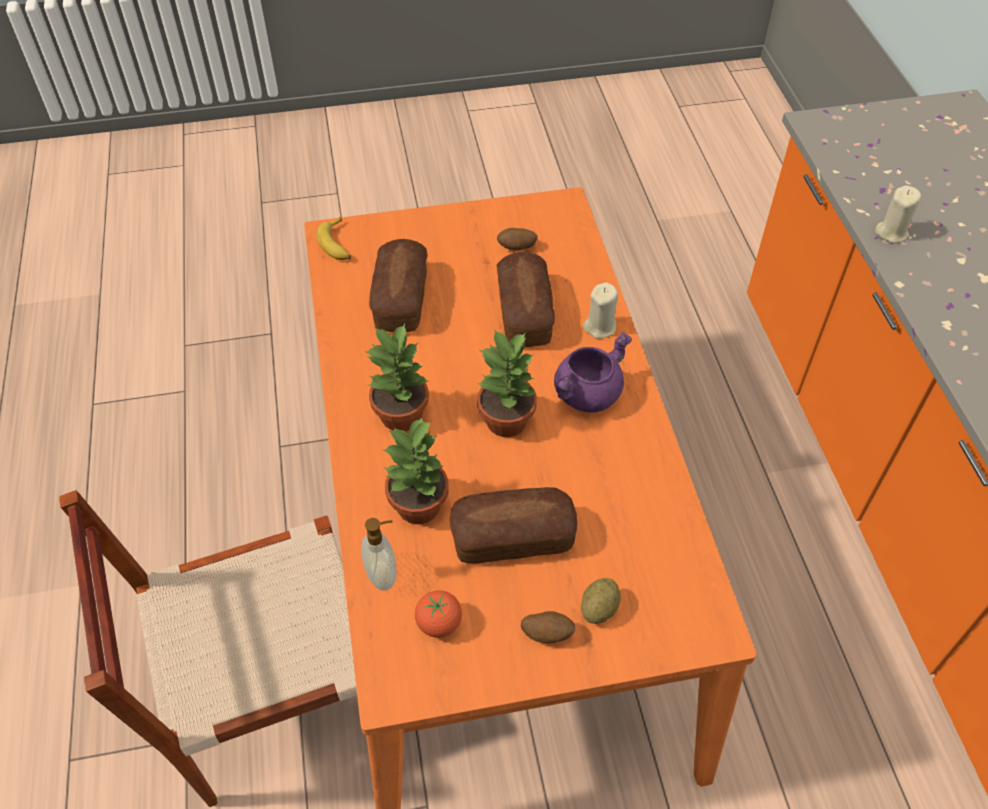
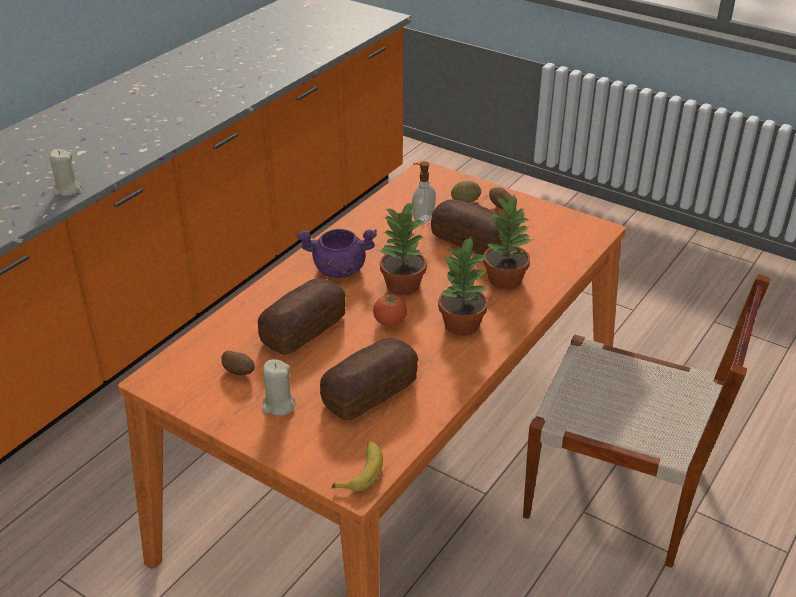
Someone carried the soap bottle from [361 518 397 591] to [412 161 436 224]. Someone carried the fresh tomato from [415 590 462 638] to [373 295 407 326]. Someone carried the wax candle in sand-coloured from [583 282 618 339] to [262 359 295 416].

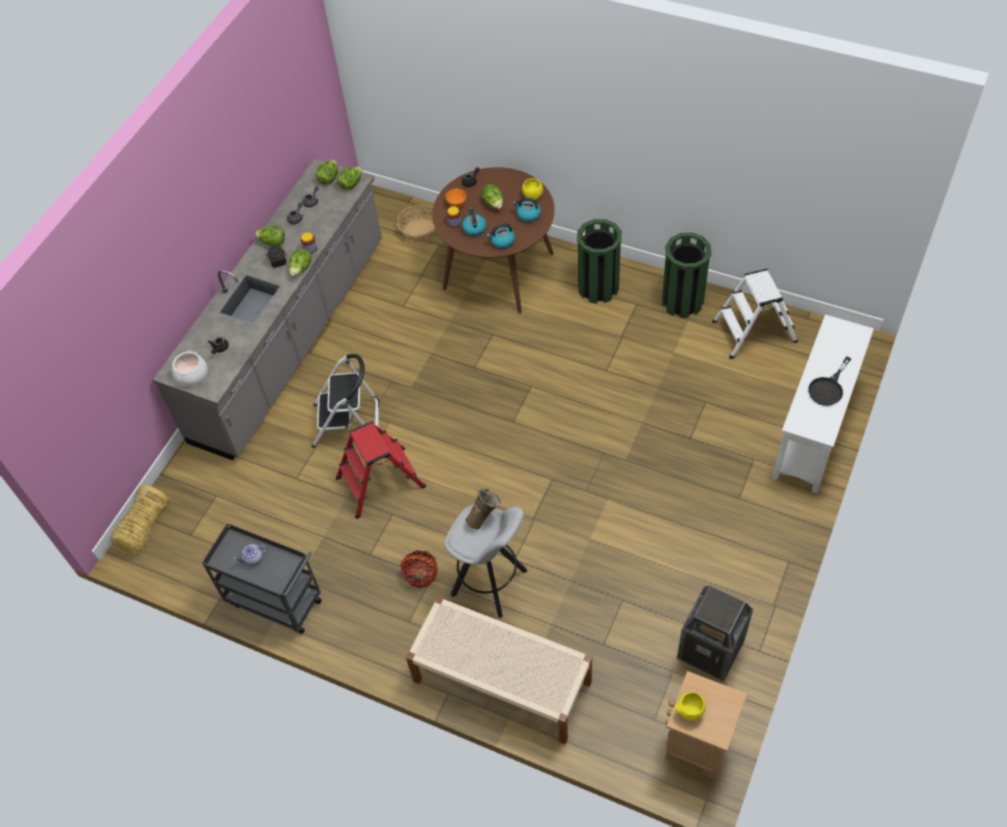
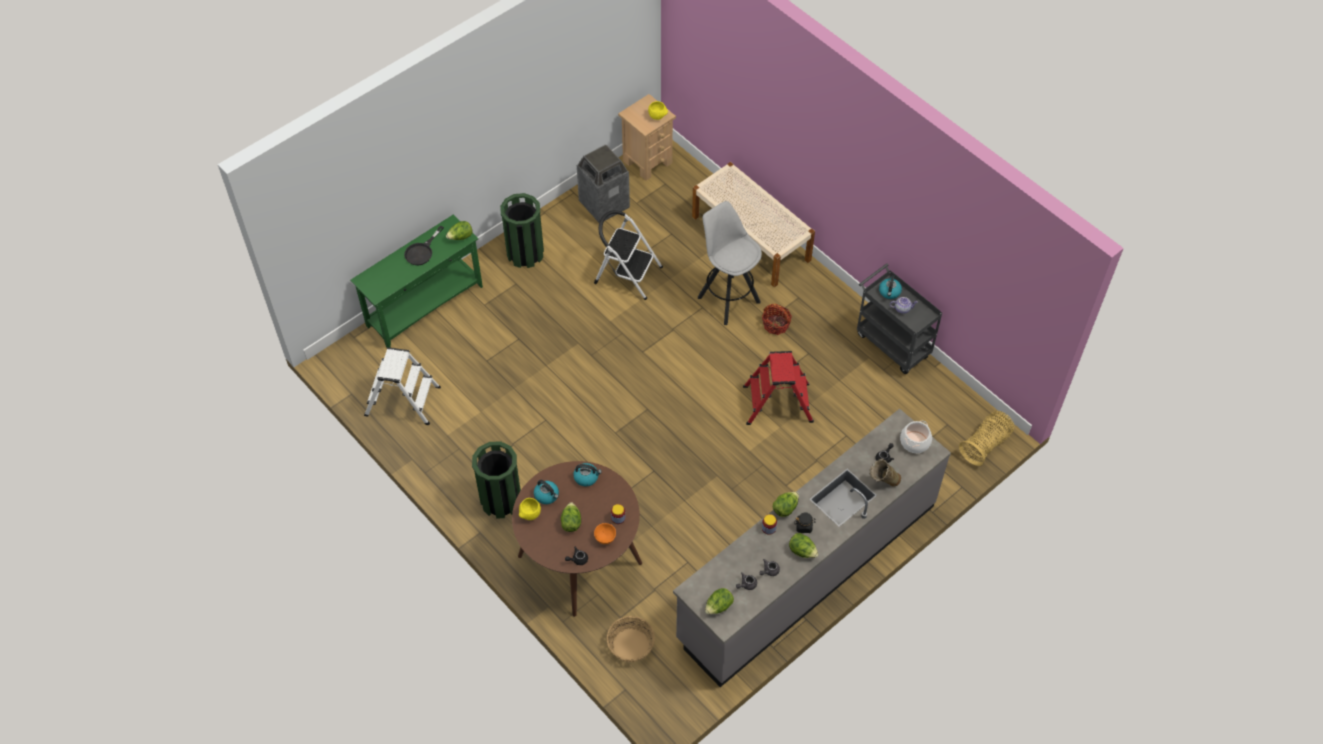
Someone carried the step ladder from [311 354 379 448] to [594 210 663 300]. Someone carried the lettuce from [337 167 362 190] to [446 221 472 240]. Someone carried the water kettle from [462 208 487 236] to [879 275 902 299]. Someone carried the decorative vase in sand-coloured from [465 488 501 529] to [869 458 901 487]. Someone carried the trash can in greenish from [662 233 712 318] to [500 193 544 268]. Someone repainted the hall table in white at [772 314 874 494], which became the hall table in greenish at [350 215 483 347]. Someone rotated the frying pan in black at [808 356 851 406] by 150 degrees clockwise.

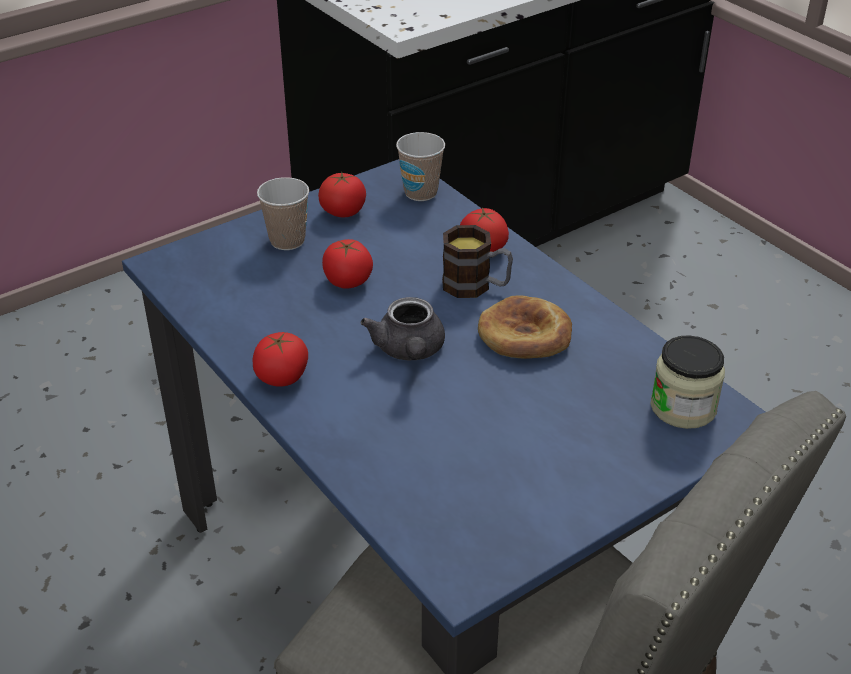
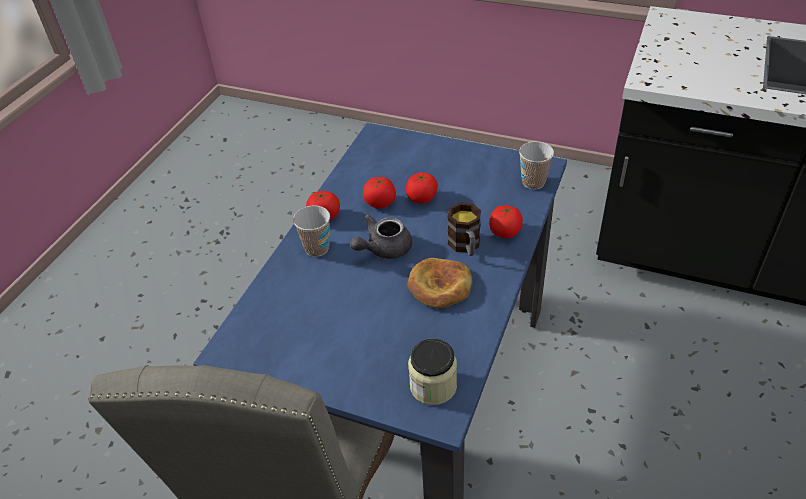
Someone carried the cup from [257 177 309 250] to [293 205 330 257]. Someone carried the fresh tomato from [318 172 366 217] to [363 177 396 208].

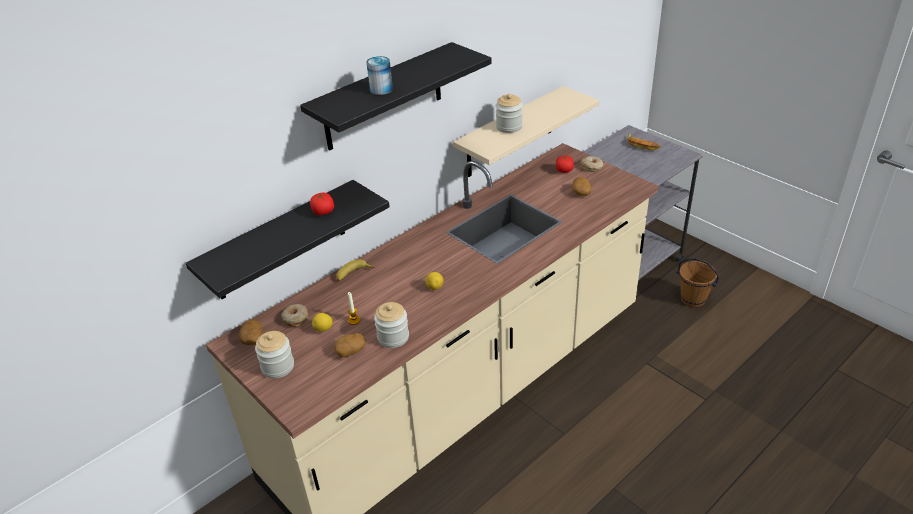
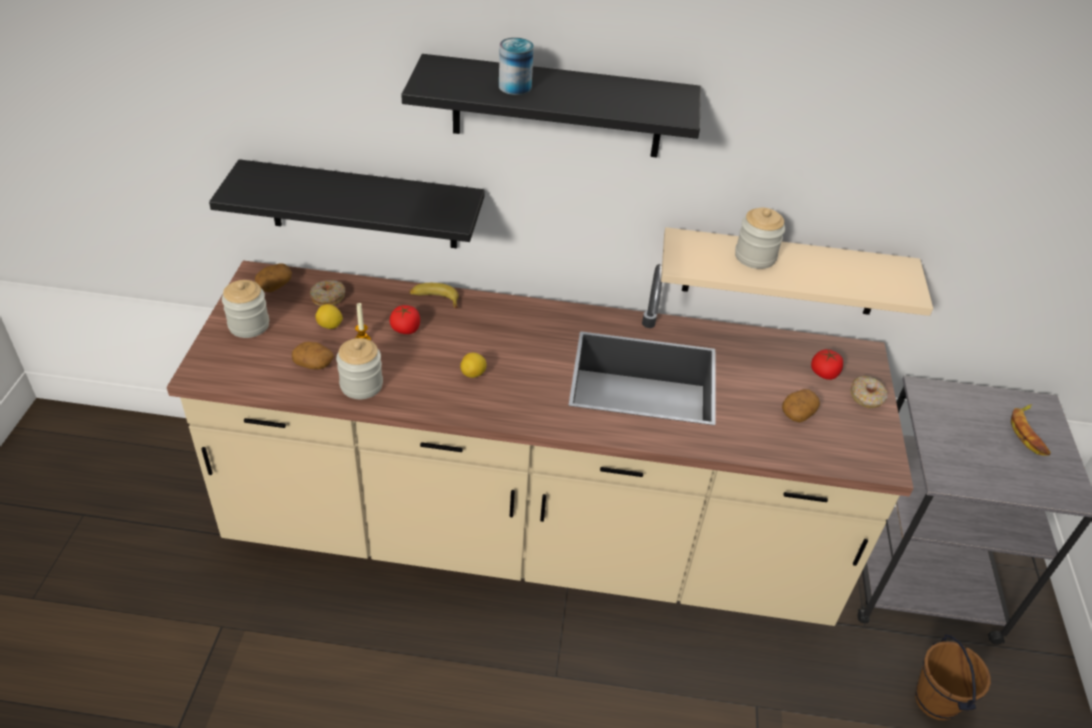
Someone carried the fresh tomato from [310 193 334 215] to [390 305 420 334].

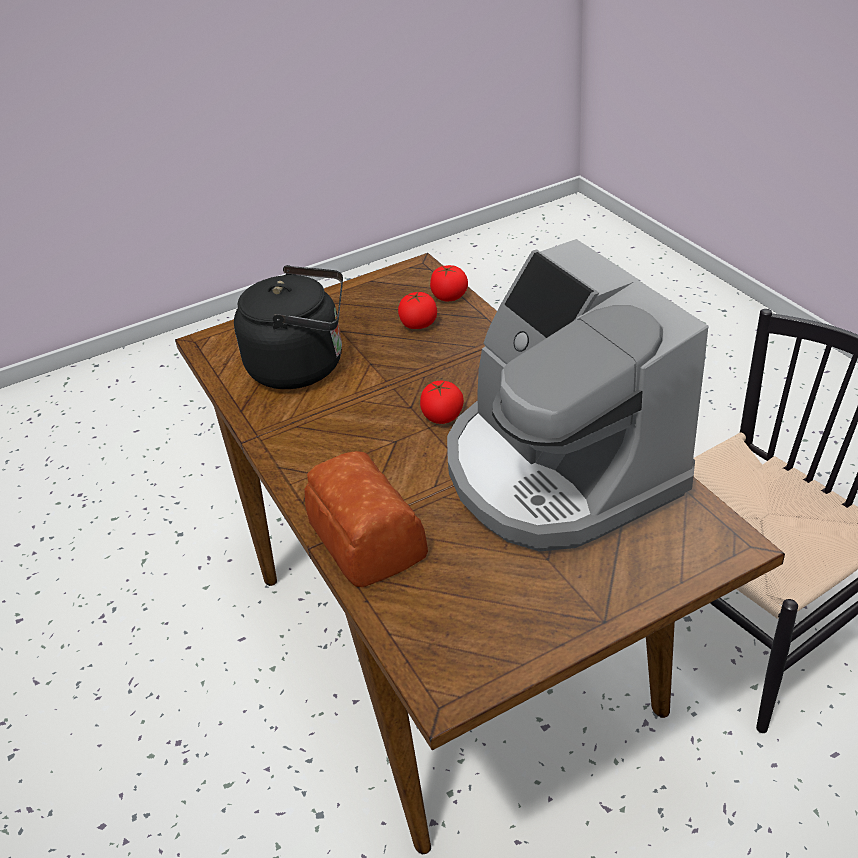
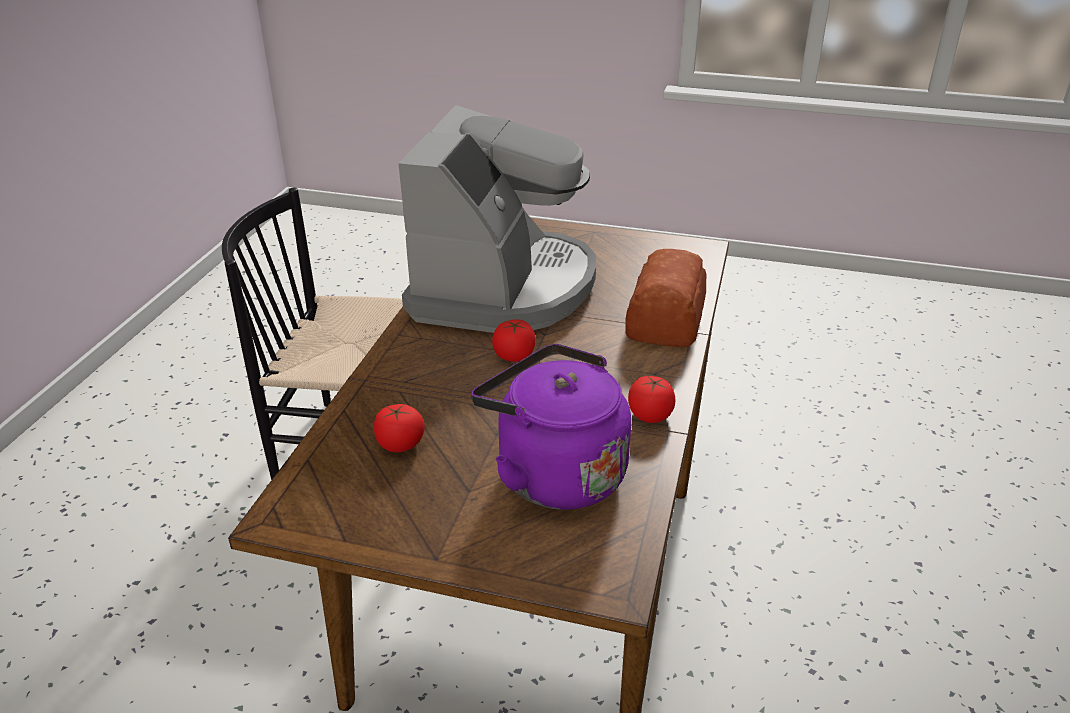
Someone carried the fresh tomato from [430 265 468 301] to [628 376 676 423]. Someone repainted the water kettle in black at [234 265 343 389], which became the water kettle in purple at [471 344 631 510].

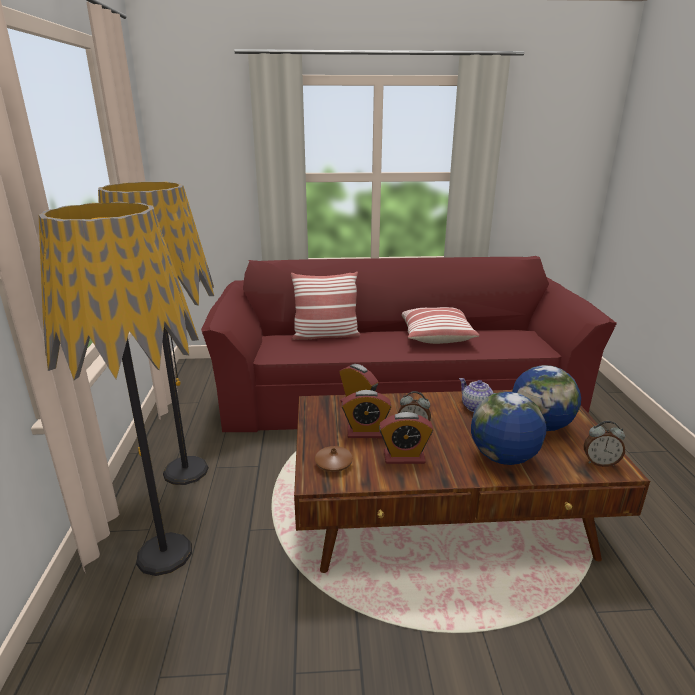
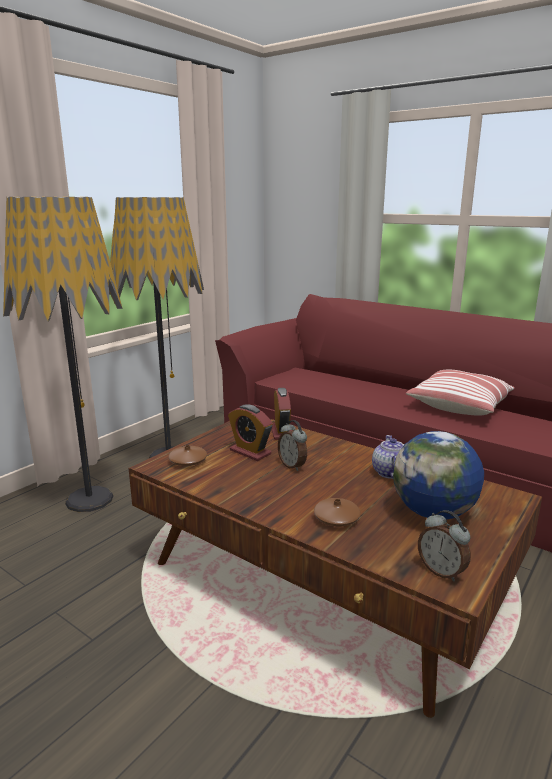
Someone took away the throw pillow at [291 272 360 340]. Someone took away the bedside clock at [379 412 433 464]. Someone swapped the globe at [471 392 546 465] for the decorative vase in brown-coloured at [314 498 361 527].

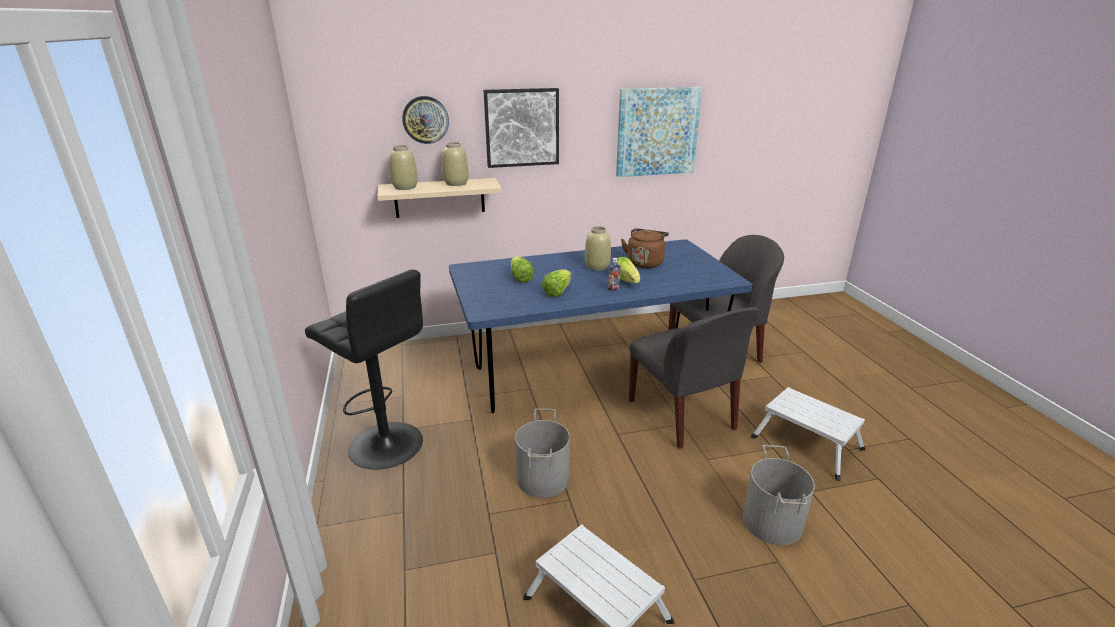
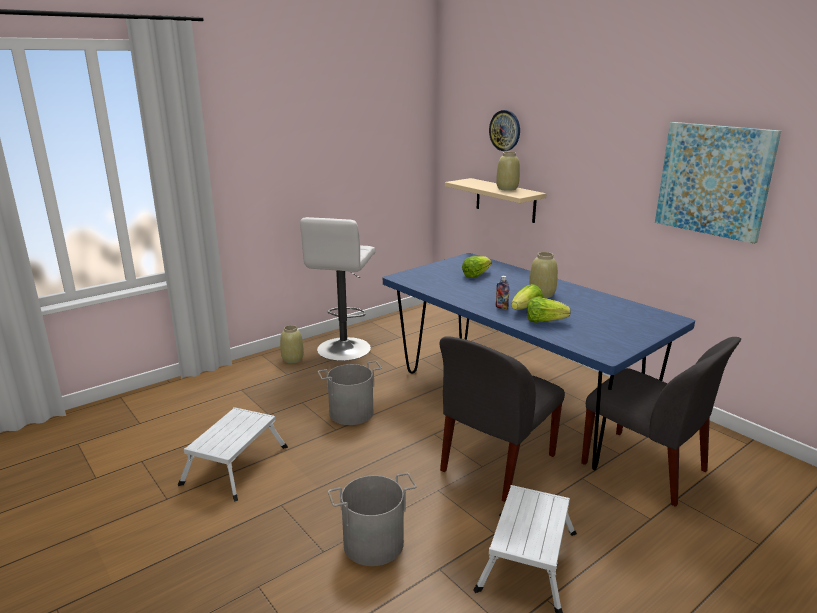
Someone took away the picture at [484 88 559 168]. Someone took away the water kettle in brown-coloured at [621 228 669 268]. Someone carried the decorative vase in sand-coloured from [389 145 417 190] to [280 325 304 363]. Someone carried the lettuce from [542 269 572 297] to [527 297 571 323]. Someone repainted the stool in black at [305 270 423 470], which became the stool in white at [300 217 376 361].

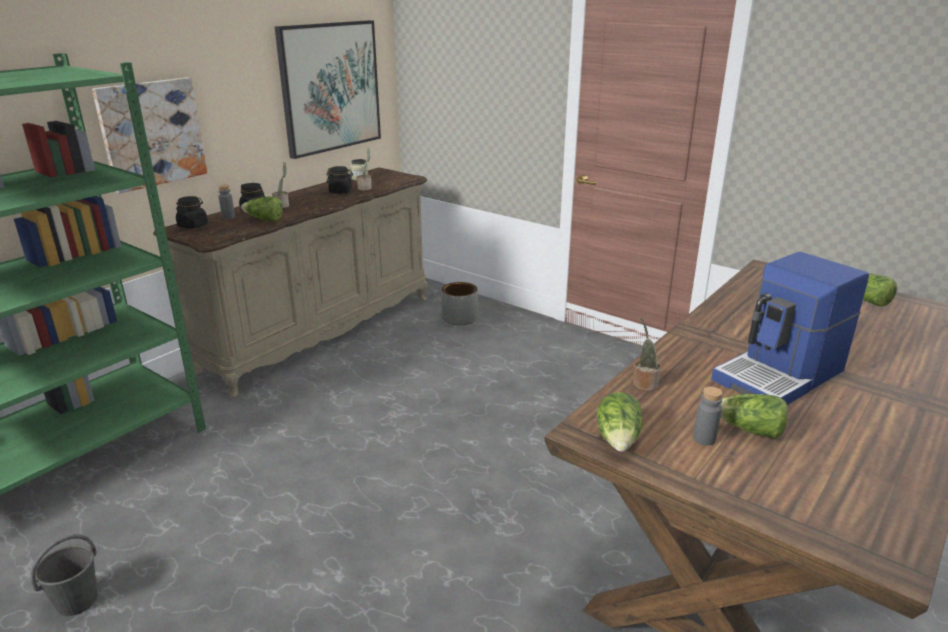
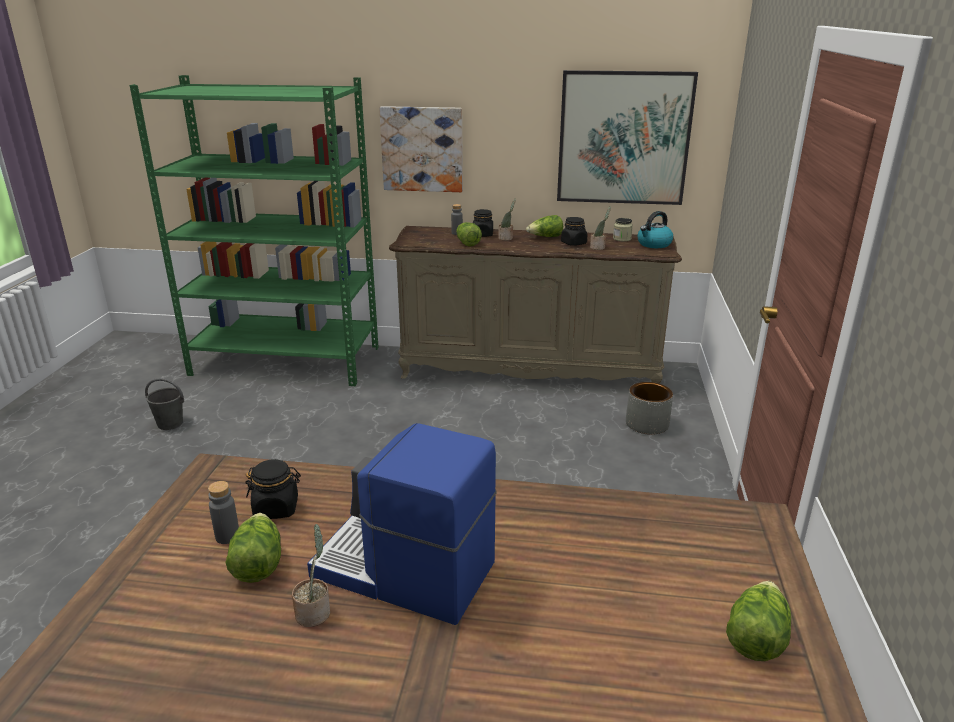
Someone put down the water kettle at [637 211 673 248]. Someone carried the jar in black from [176 196 208 229] to [245 459 301 519]. Someone carried the lettuce from [597 392 643 452] to [526 215 563 237]. Someone carried the plant in a pot from [633 317 661 391] to [292 524 330 627].

